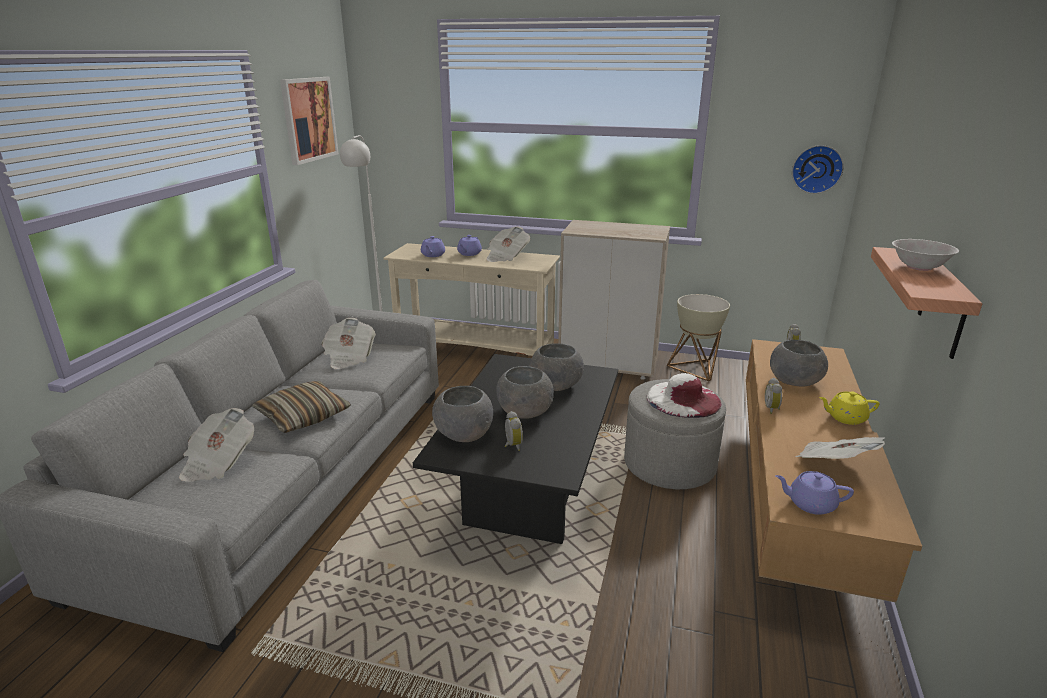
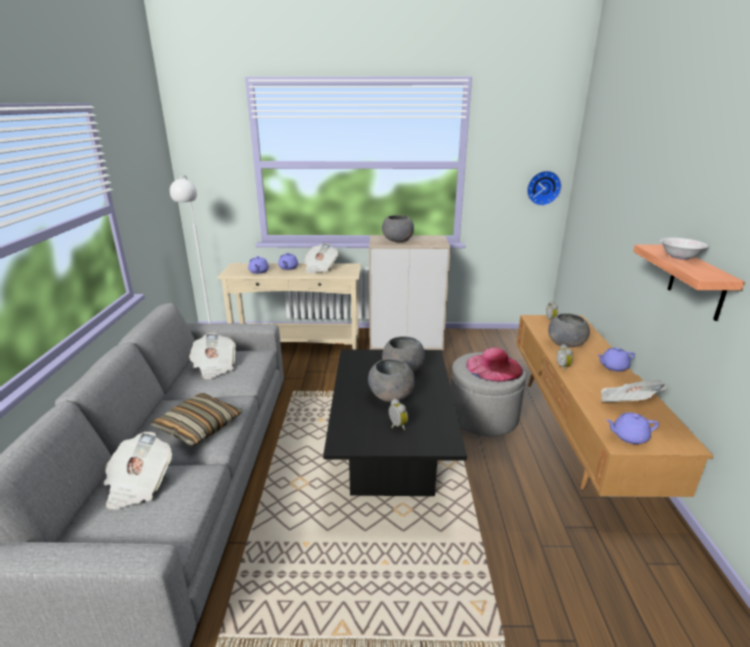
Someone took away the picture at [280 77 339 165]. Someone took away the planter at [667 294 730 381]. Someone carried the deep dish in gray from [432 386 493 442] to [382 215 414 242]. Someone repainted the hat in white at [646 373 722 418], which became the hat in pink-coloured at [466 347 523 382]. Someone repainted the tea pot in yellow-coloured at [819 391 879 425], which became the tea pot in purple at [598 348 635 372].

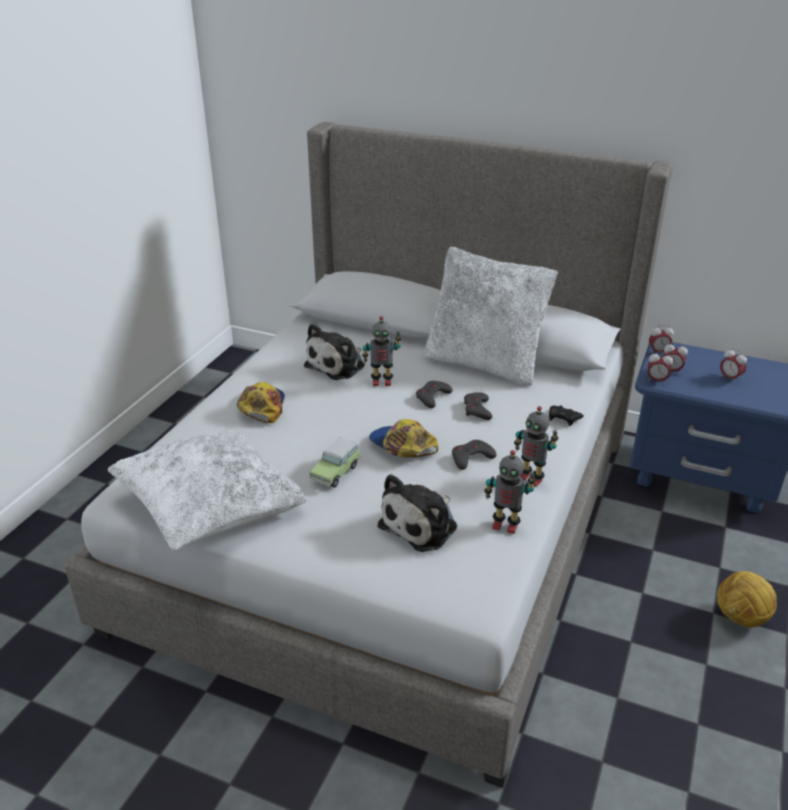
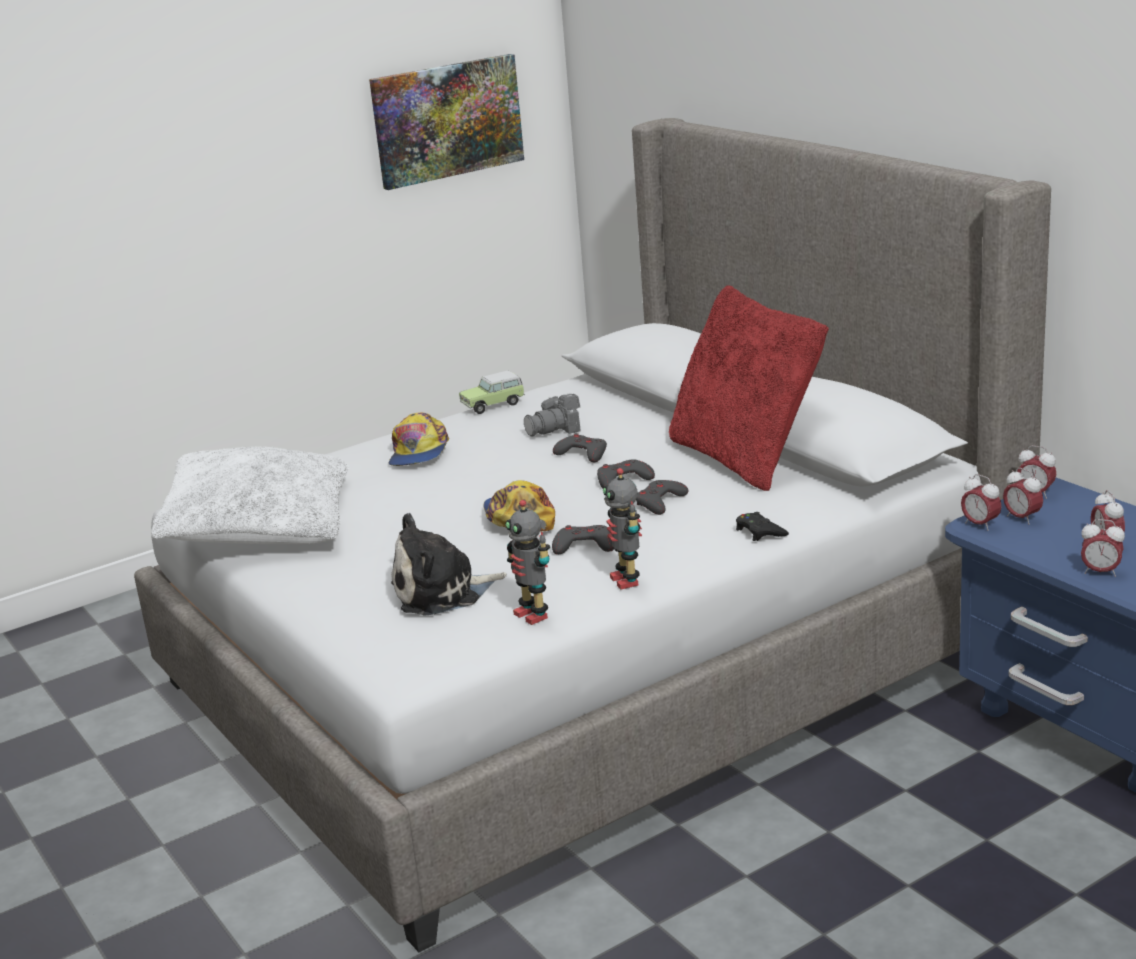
Someone took away the ball for football at [717 571 777 628]. Someone put up the picture at [369 54 524 190]. Someone put down the bedside clock at [1081 519 1125 577]. Someone carried the toy car from [309 438 361 488] to [459 371 525 414]. Someone swapped the soft toy at [304 324 365 380] for the still camera at [524 394 581 436]. Someone swapped the robot figure at [362 316 401 386] for the joypad in gray at [553 433 607 462]. Someone repainted the throw pillow in white at [424 247 558 386], which became the throw pillow in red-coloured at [669 285 829 491]. Someone rotated the baseball cap at [237 382 285 423] by 150 degrees clockwise.

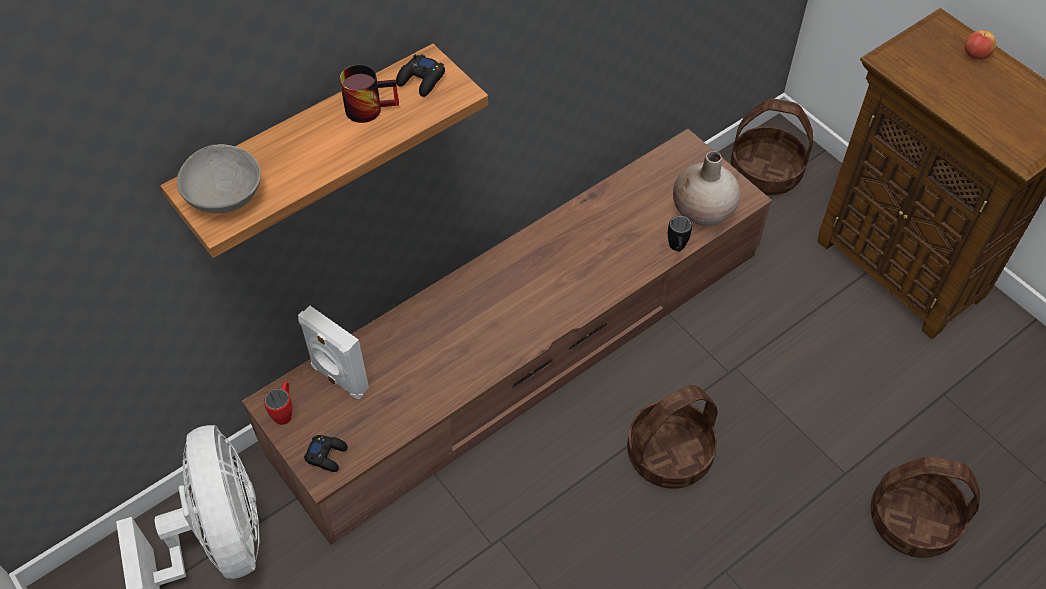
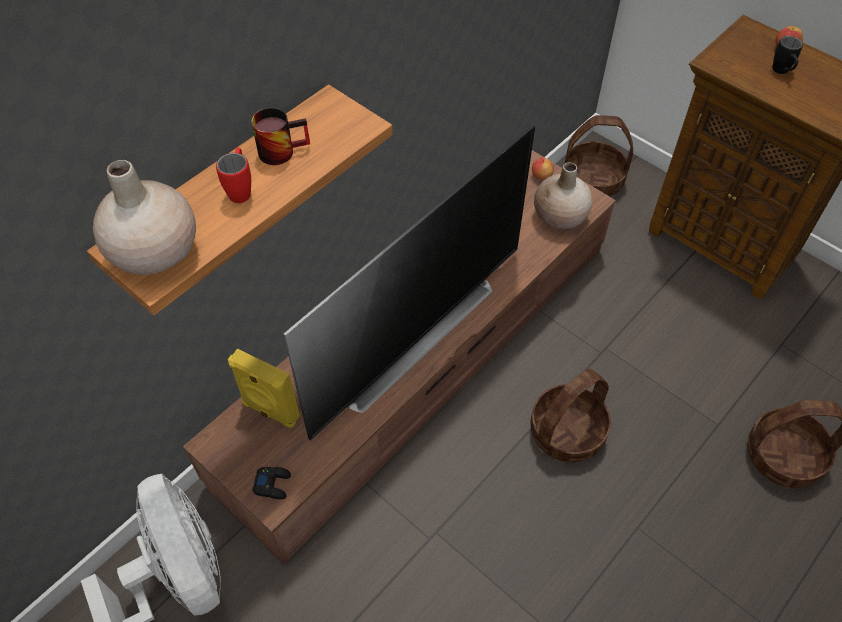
Someone took away the joypad in black at [396 54 445 97]. Someone put down the TV set at [283 125 535 441]. Someone put down the apple at [532 157 554 180]. Someone carried the mug in red-coloured from [264 381 292 425] to [216 148 251 203]. Someone carried the mug in black from [668 216 692 252] to [773 36 803 74]. Someone swapped the deep dish in gray at [177 144 261 213] for the decorative vase in sand-coloured at [93 160 196 275]. Someone repainted the audio speaker in white at [298 306 369 399], which became the audio speaker in yellow-coloured at [228 349 300 428].

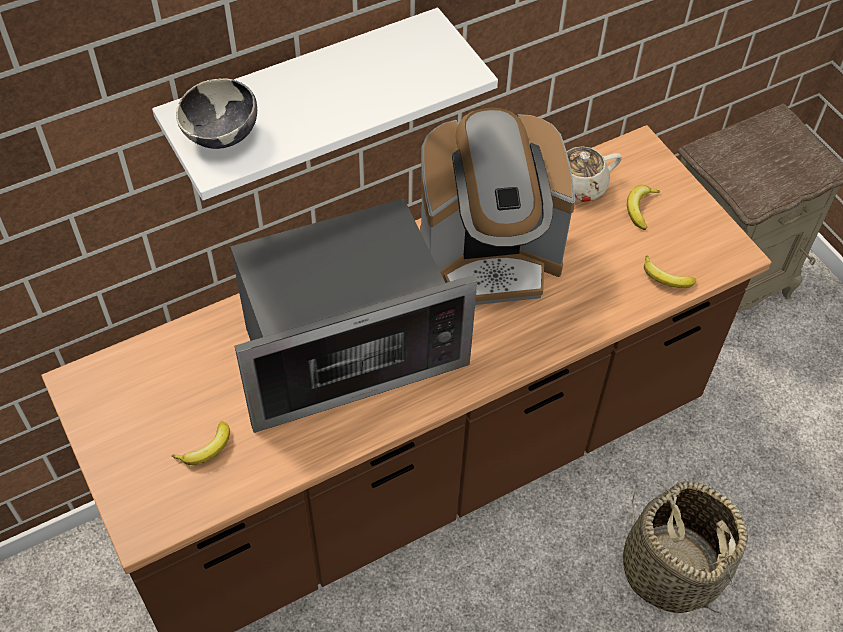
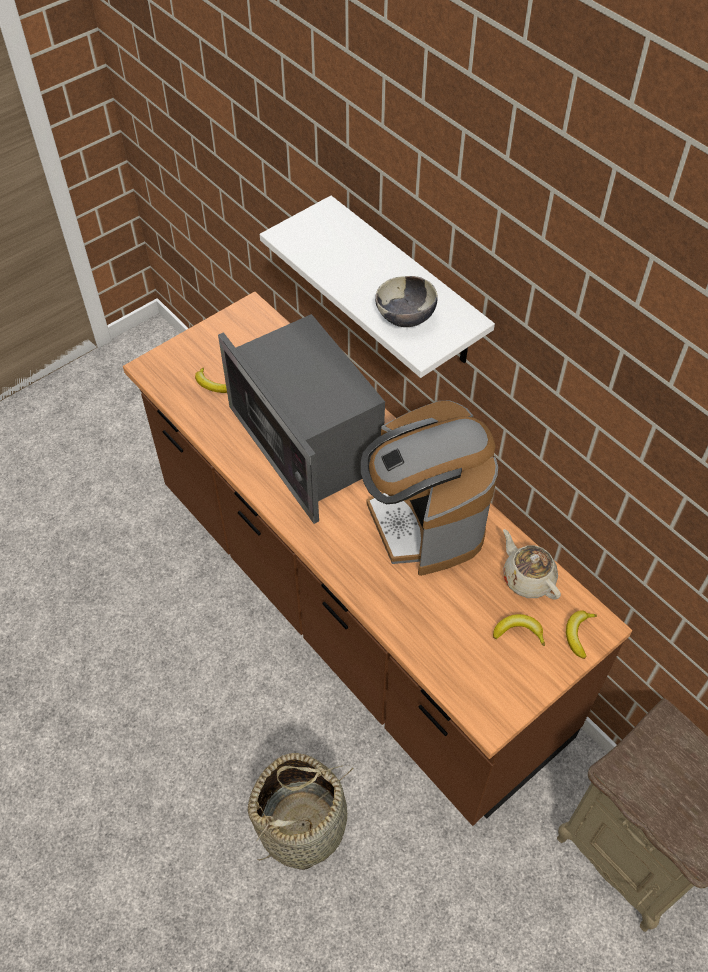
Someone carried the deep dish from [176 78 257 149] to [375 276 438 327]. Someone carried the banana fruit from [644 255 696 288] to [566 610 597 659].

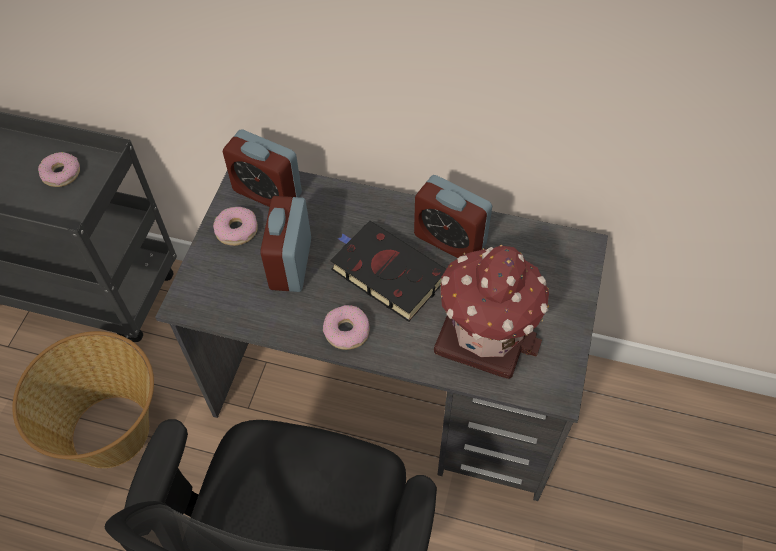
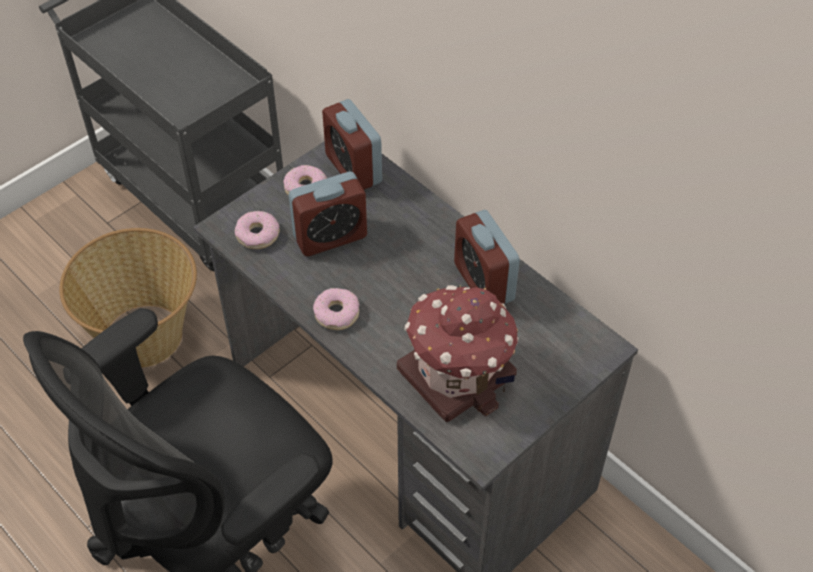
Someone took away the bound book in black at [330 221 446 322]. Someone carried the donut from [38 152 80 187] to [235 211 280 249]. Someone rotated the bedside clock at [260 196 311 292] by 150 degrees counterclockwise.

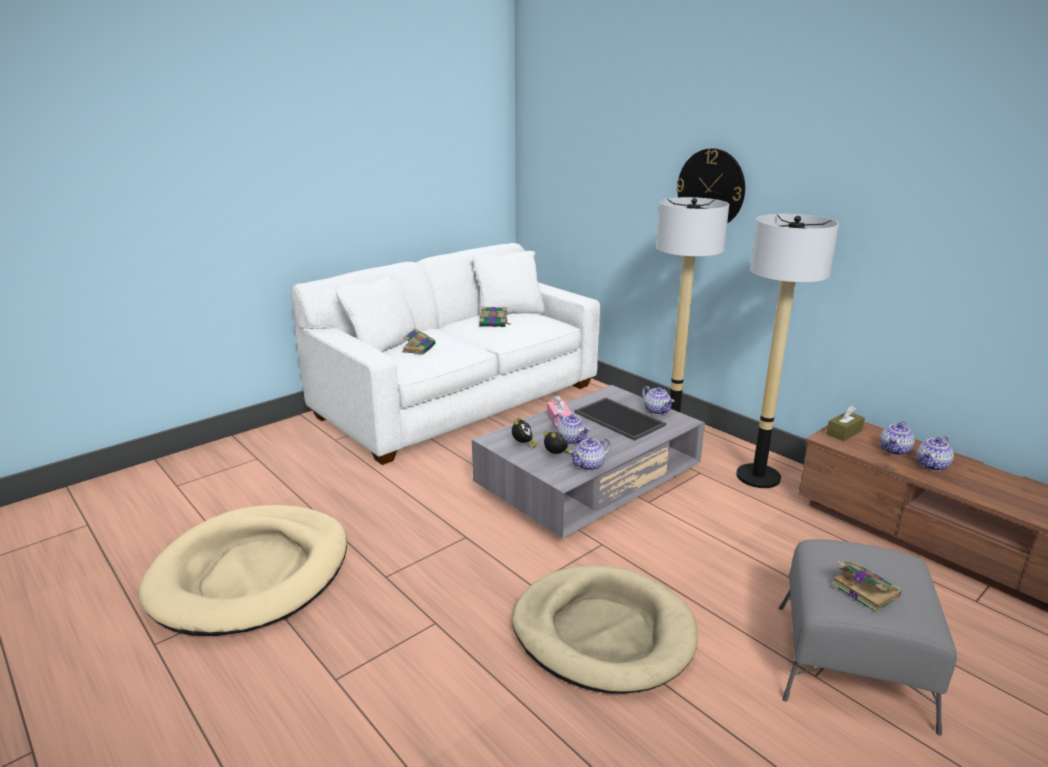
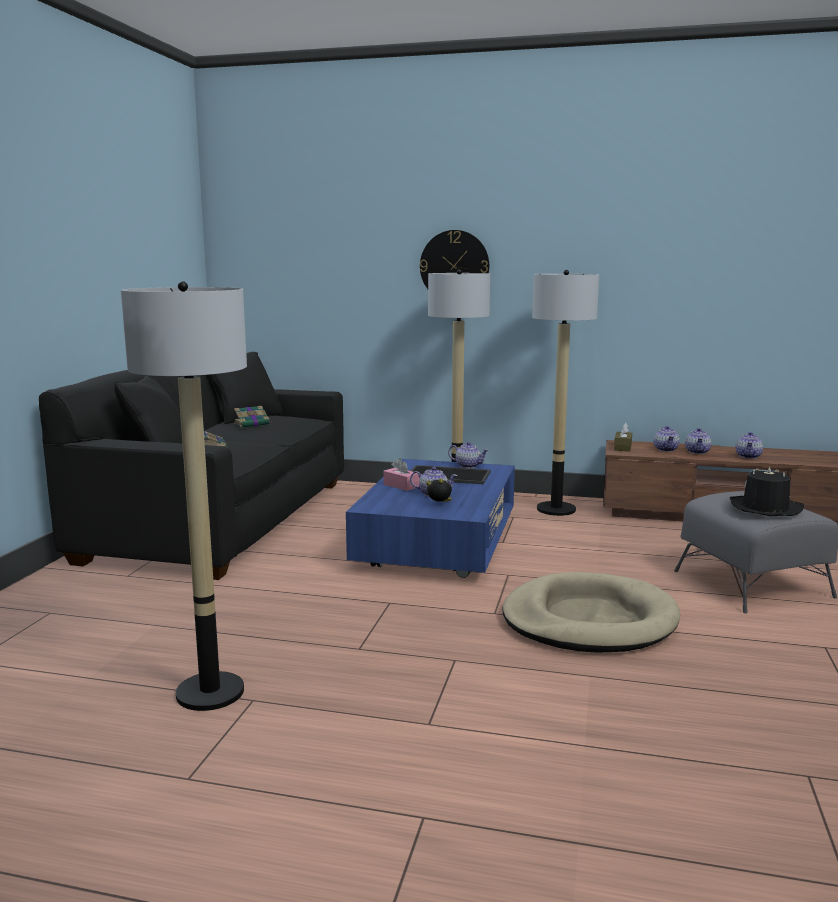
Someone took away the bedside clock at [512 418 537 448]. Someone carried the tea pot from [569 438 611 471] to [736 432 763 459]. Someone swapped the dog cushion in sand-coloured at [138 505 347 636] for the standard lamp at [121 281 247 711]. Someone swapped the bound book at [831 561 902 613] for the hat in black at [730 467 804 516]. Someone repainted the sofa in white at [291 243 600 465], which became the sofa in black at [39 352 344 580]. Someone repainted the coffee table in gray at [472 385 705 538], which became the coffee table in bluish at [346 459 515 578].

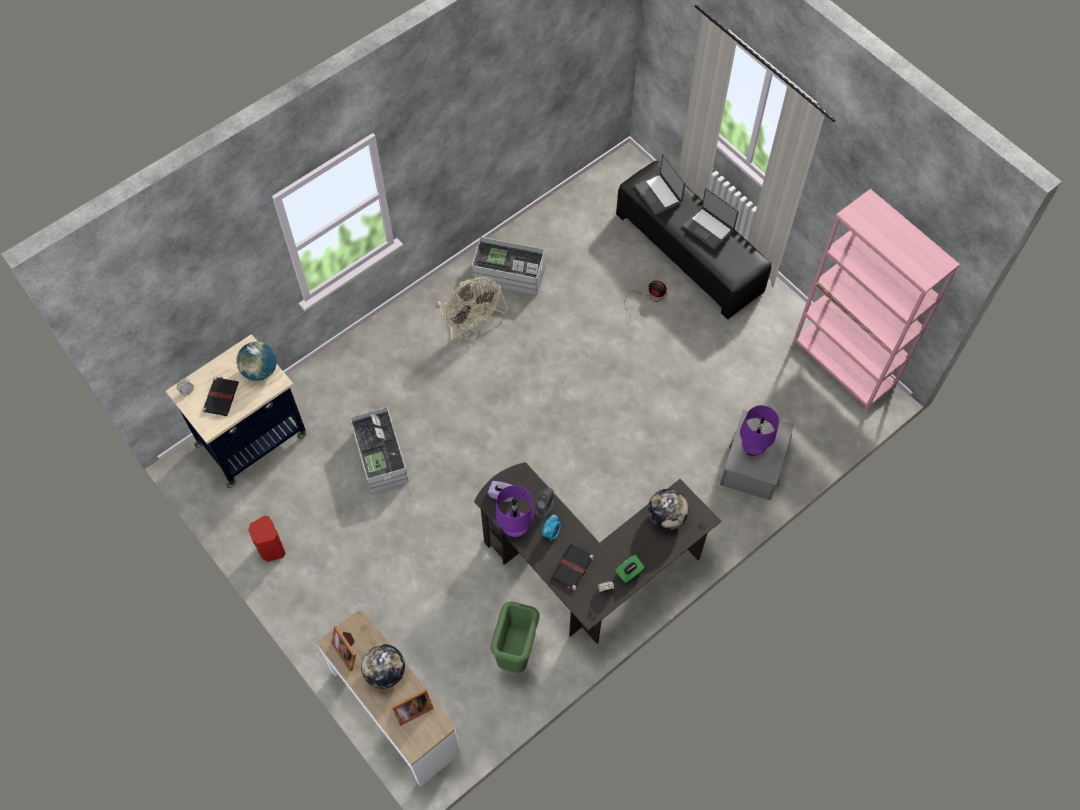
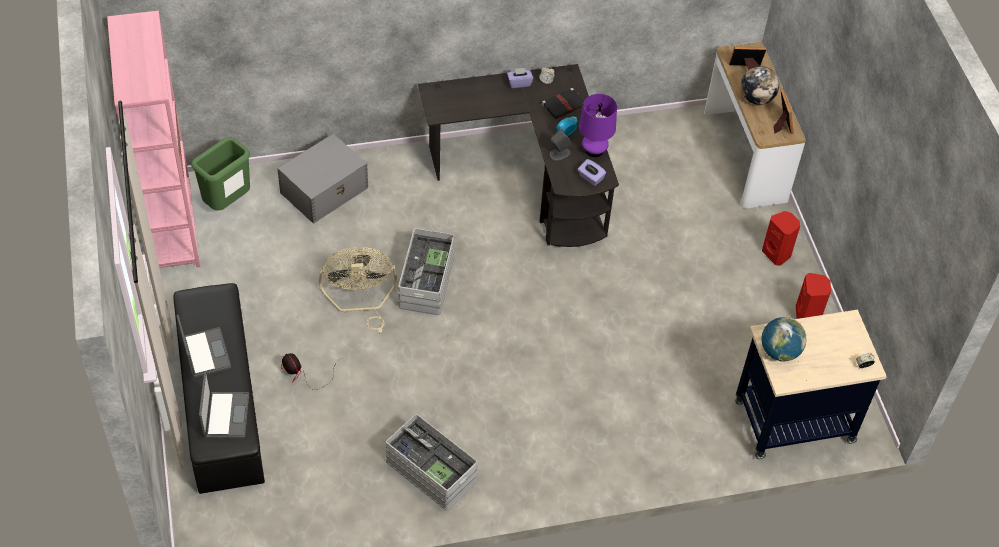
Someone took away the bound book in black at [202 377 239 416]. Someone took away the globe at [648 489 689 530]. Someone took away the tabletop lamp in purple at [740 405 779 456]. Someone put down the audio speaker in red-coloured at [762 211 800 266]. Someone carried the storage bin in gray from [350 407 409 493] to [398 228 455 315]. Someone carried the cooling fan in sand-coloured from [437 277 509 345] to [319 247 397 334]. Someone carried the trash can in greenish from [490 601 540 673] to [191 137 250 211]. Someone repainted the box of tissues in greenish at [615 555 645 583], which became the box of tissues in purple at [507 68 533 88].

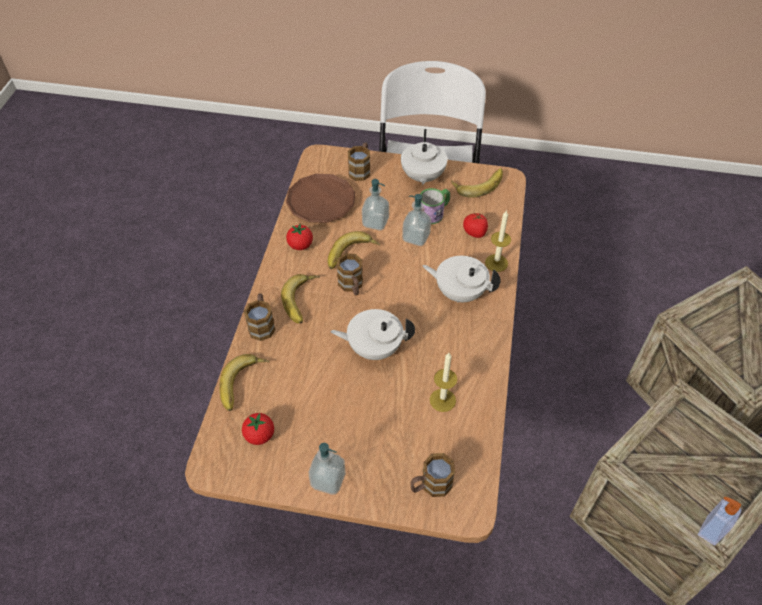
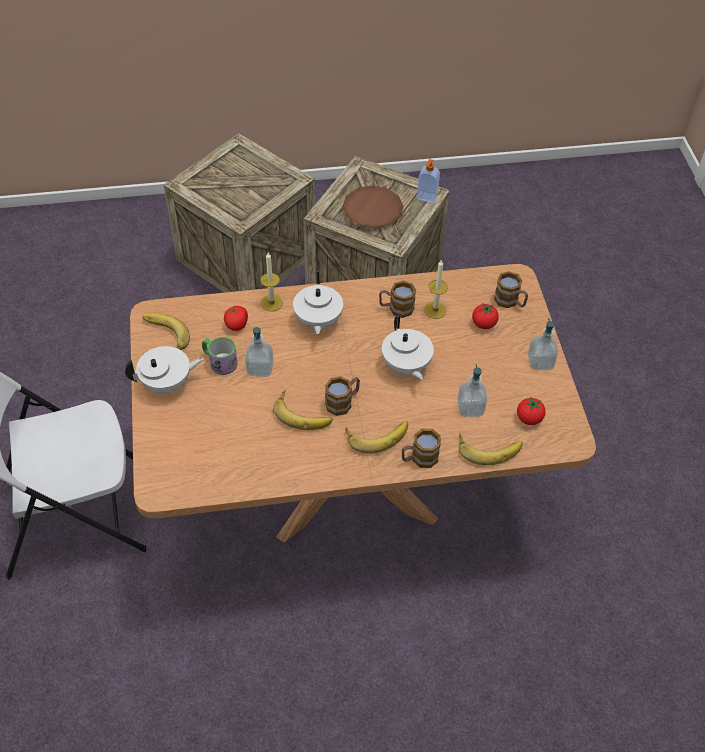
Someone carried the flat dish in brown-coloured from [286 174 355 223] to [342 185 404 228]. Someone carried the fresh tomato from [286 224 313 250] to [472 303 499 329]. Someone carried the mug from [348 142 370 181] to [379 281 416 318]. Someone carried the soap bottle from [362 179 389 230] to [458 364 487 417].

